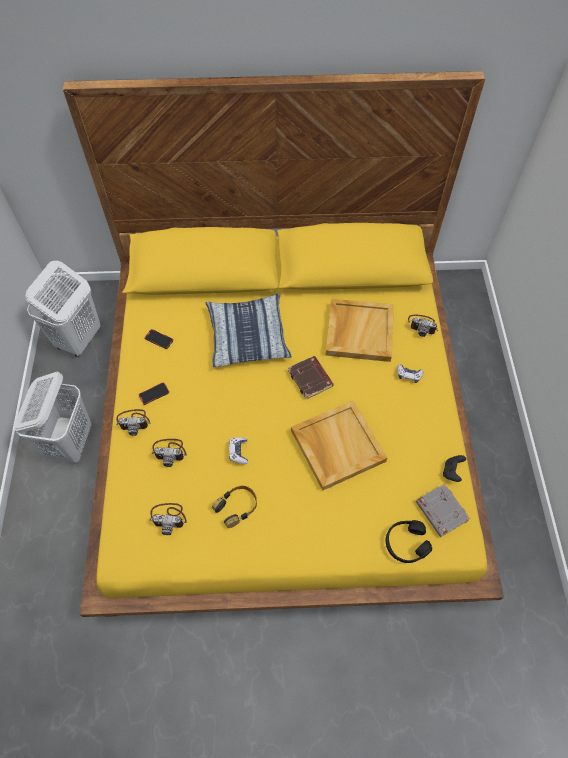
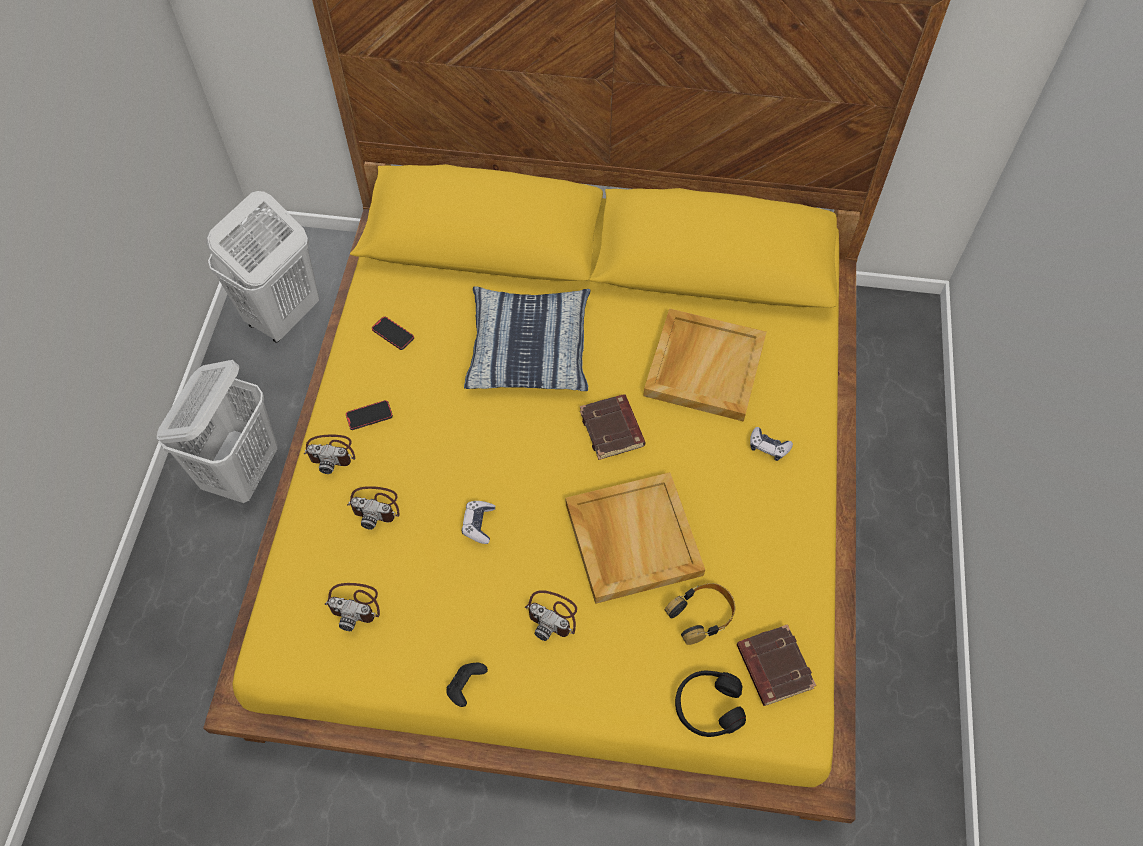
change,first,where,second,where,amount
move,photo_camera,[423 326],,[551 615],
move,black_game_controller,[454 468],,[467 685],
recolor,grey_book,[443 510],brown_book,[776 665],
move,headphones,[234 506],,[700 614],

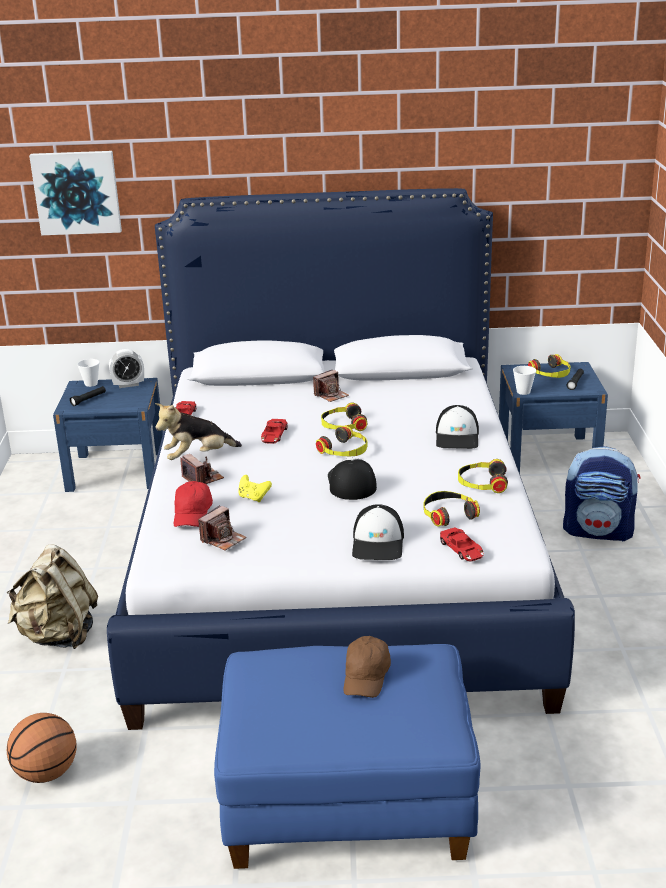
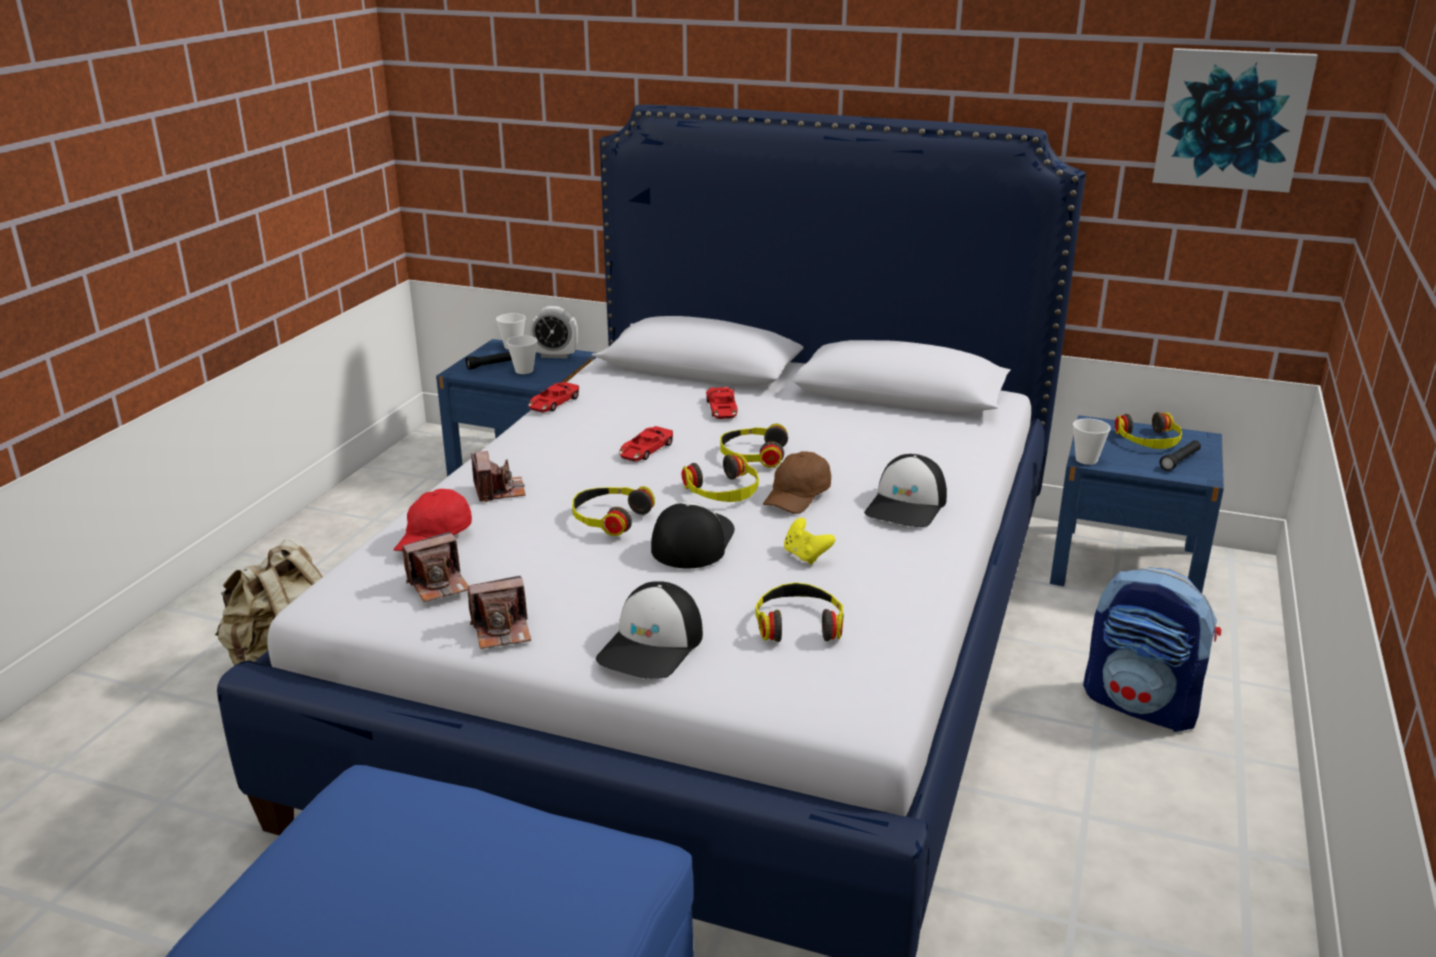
change,first,where,second,where,amount
move,picture,[75 193],,[1235 120],
move,photo_camera,[331 386],,[499 612],
delete,plush_toy,[198 431],,,
move,headphones,[483 476],,[613 511],
move,yellow_game_controller,[255 488],,[809 541],
move,red_toy_car,[462 544],,[722 403],
move,brown_cap,[367 667],,[797 482],
delete,basketball,[41 748],,,
insert,,,cup,[522 355],

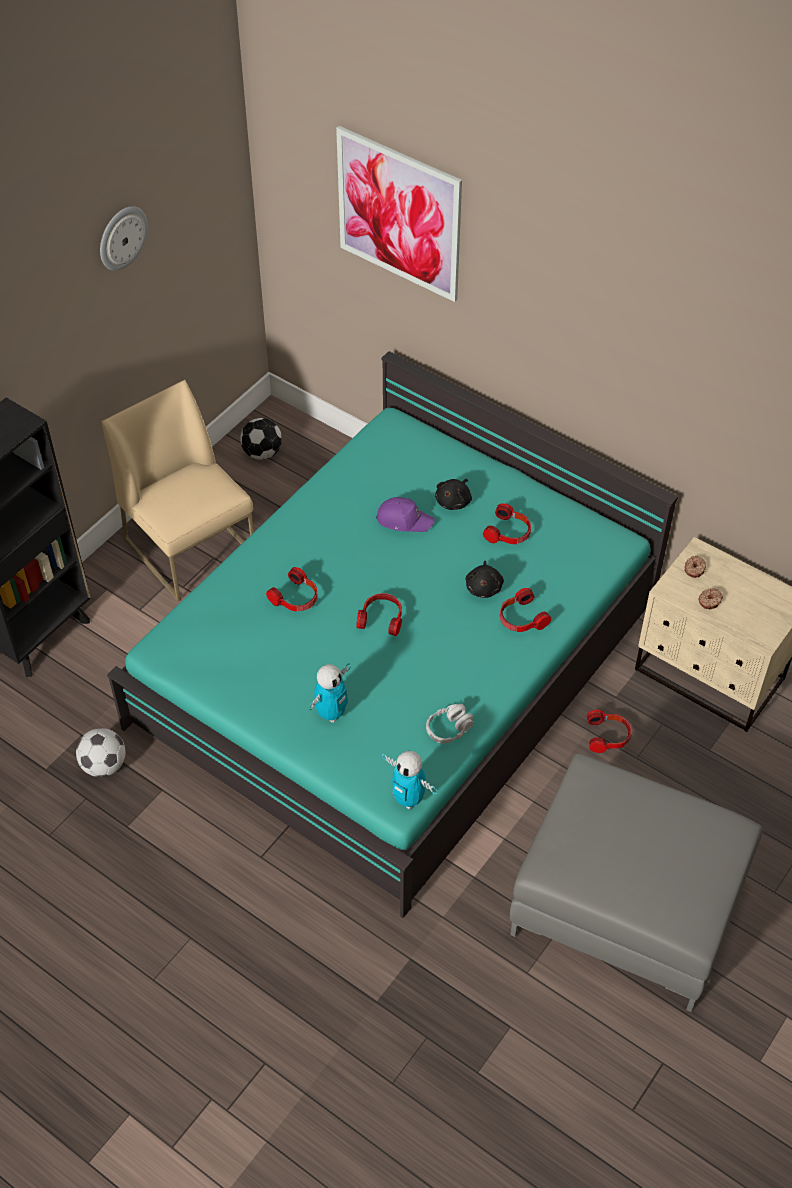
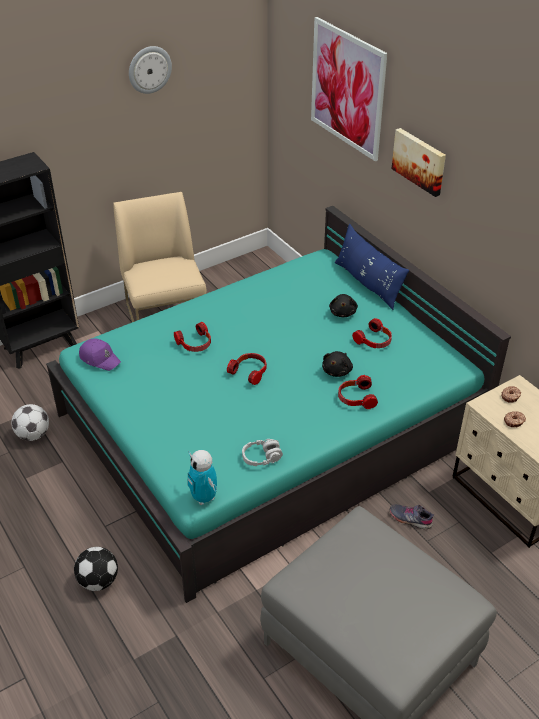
change,first,where,second,where,amount
move,football,[261 439],,[96 569],
rotate,black_plush_toy,[453 494],,[343 305],45 degrees counterclockwise
move,purple_cap,[405 514],,[100 354],
delete,toy_robot,[329 693],,,
replace,headphones,[609 731],grey_shoe,[412 516],
insert,,,picture,[419 162],
insert,,,blue_pillow,[372 267],

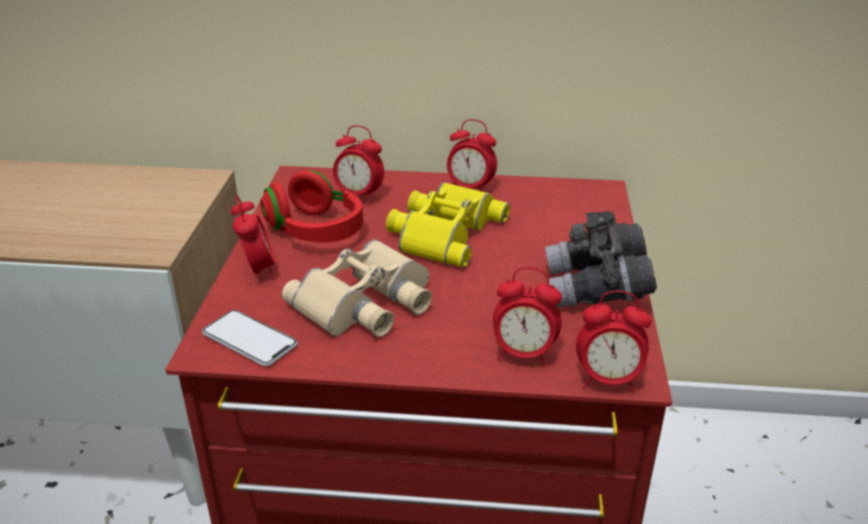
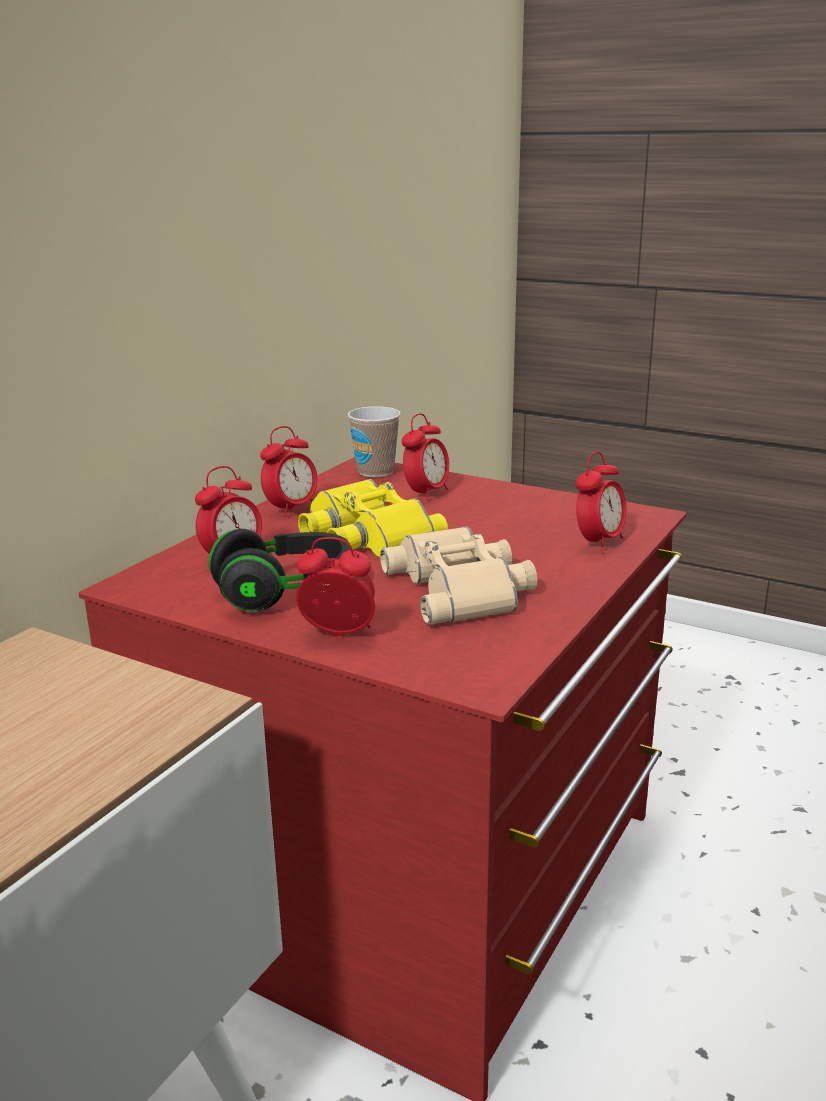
change,first,where,second,where,amount
recolor,red_headphones,[311 206],black_headphones,[279 570],
delete,grey_binoculars,[601 259],,,
move,alarm_clock,[614 341],,[425 457],
delete,phone,[250 338],,,
insert,,,cup,[374 441],

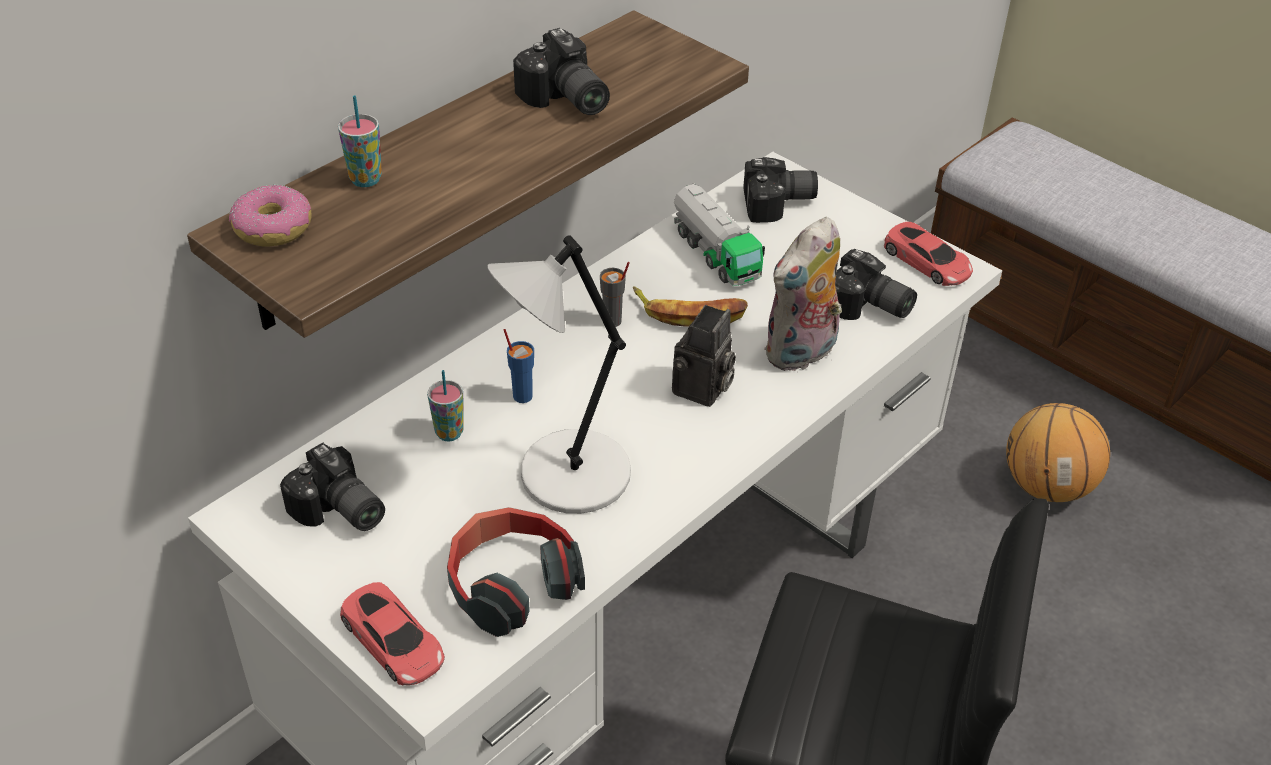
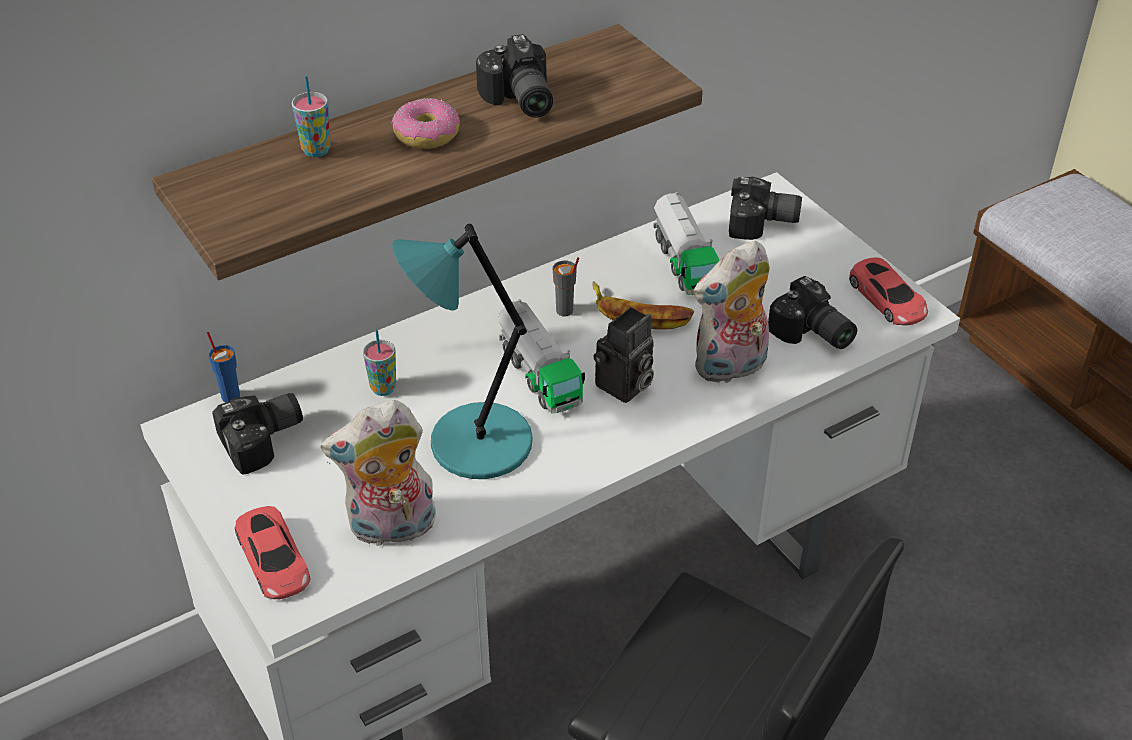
change,first,where,second,where,amount
move,donut,[270 216],,[426 123],
recolor,grey_table_lamp,[559 374],turquoise_table_lamp,[462 351],
move,blue_cup,[519 366],,[223 367],
delete,basketball,[1058 452],,,
rotate,photo_camera,[332 486],,[257 434],90 degrees counterclockwise
replace,headphones,[516 572],plush_toy,[378 473],
insert,,,toy_truck,[541 356],

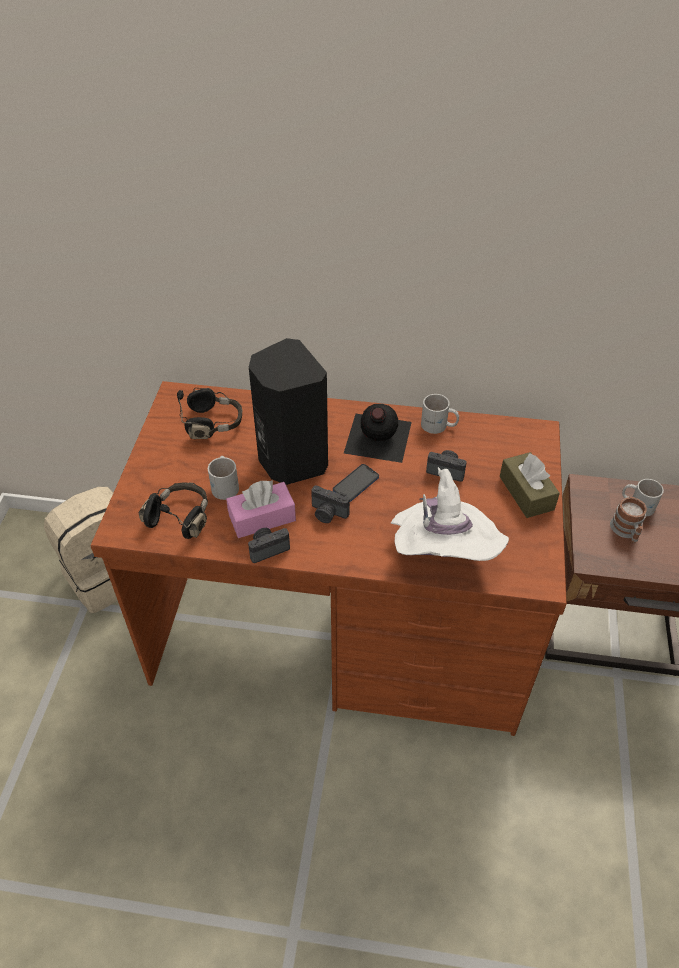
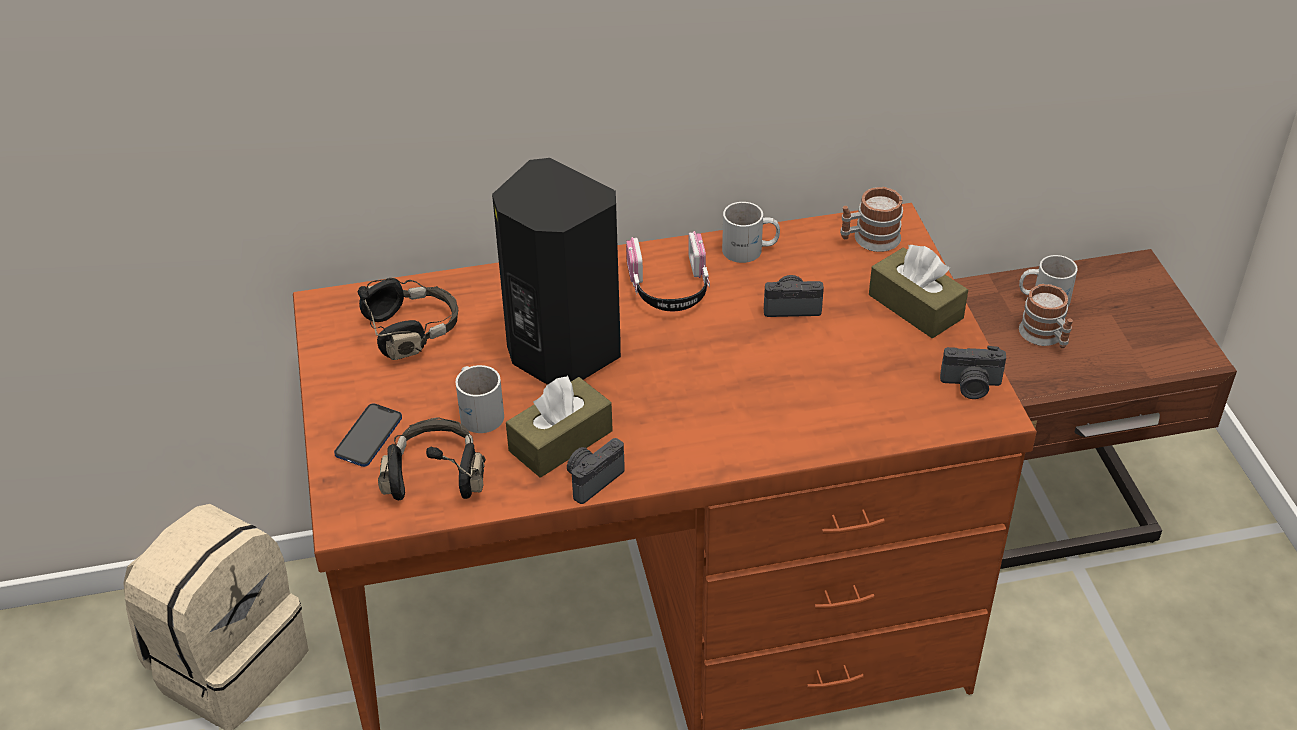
change,first,where,second,where,amount
replace,black_bottle,[378 433],headphones,[668 271],
move,phone,[356 483],,[368 435],
delete,white_hat,[450 514],,,
recolor,pink_tissue_box,[261 509],brown_tissue_box,[559 427],
move,photo_camera,[330 504],,[973 372],
insert,,,mug,[871 219],

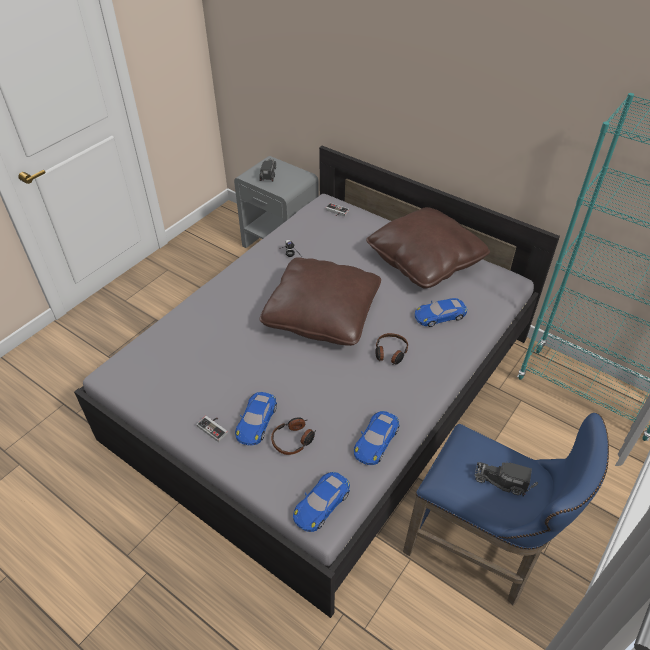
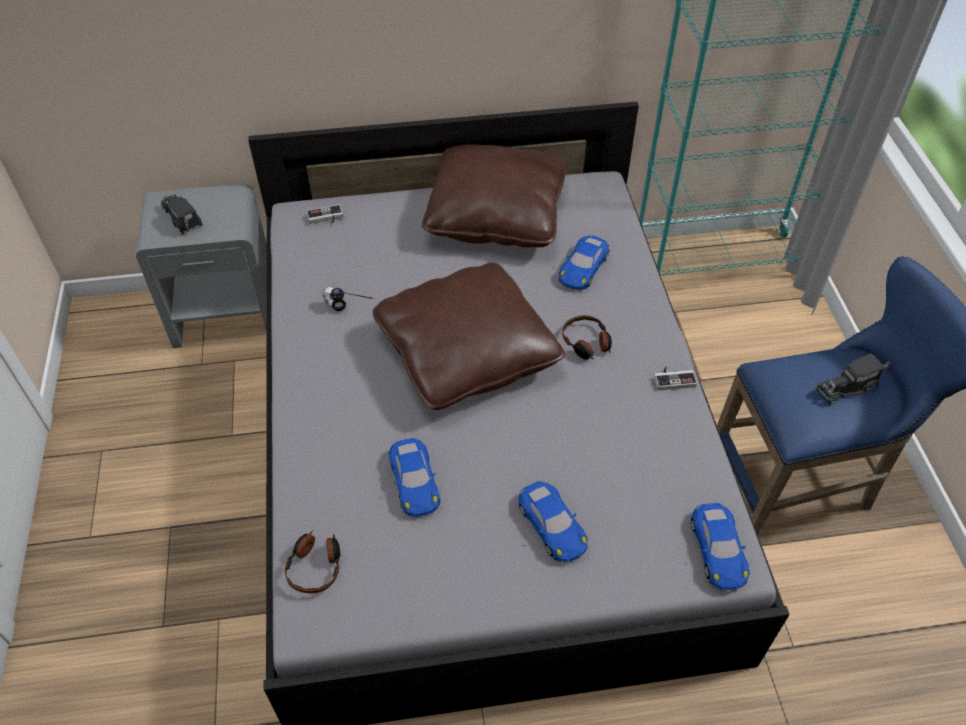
change,first,where,second,where,amount
move,blue_toy_car,[377 438],,[414 477],
move,game_controller,[212 429],,[675 378],
move,headphones,[293 436],,[312 561],

